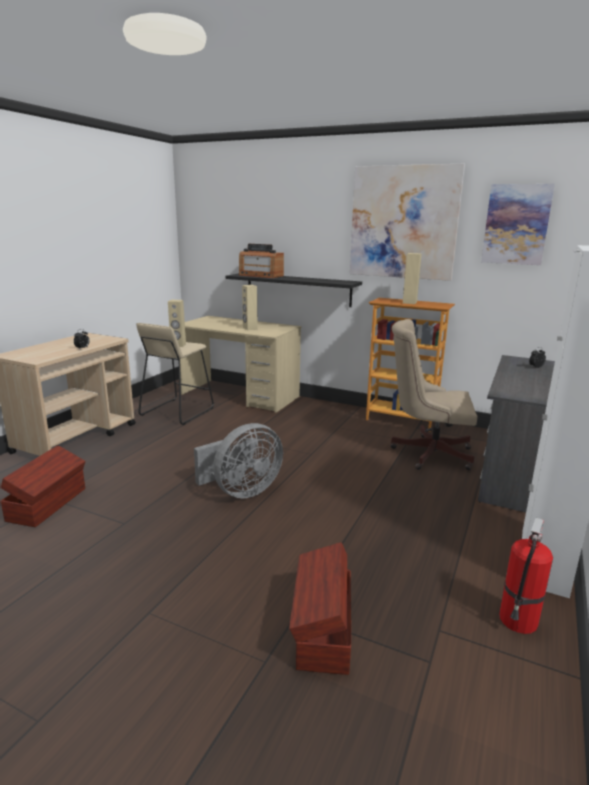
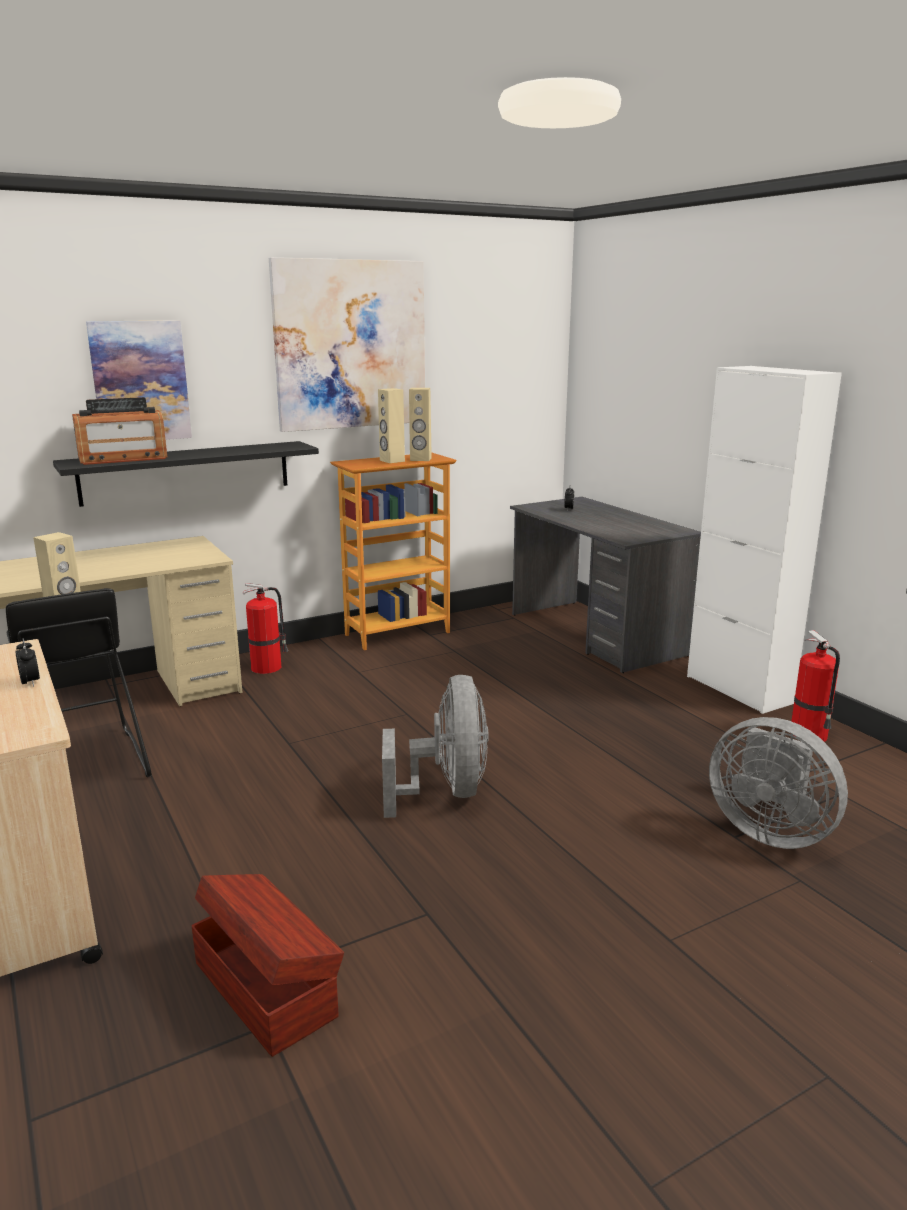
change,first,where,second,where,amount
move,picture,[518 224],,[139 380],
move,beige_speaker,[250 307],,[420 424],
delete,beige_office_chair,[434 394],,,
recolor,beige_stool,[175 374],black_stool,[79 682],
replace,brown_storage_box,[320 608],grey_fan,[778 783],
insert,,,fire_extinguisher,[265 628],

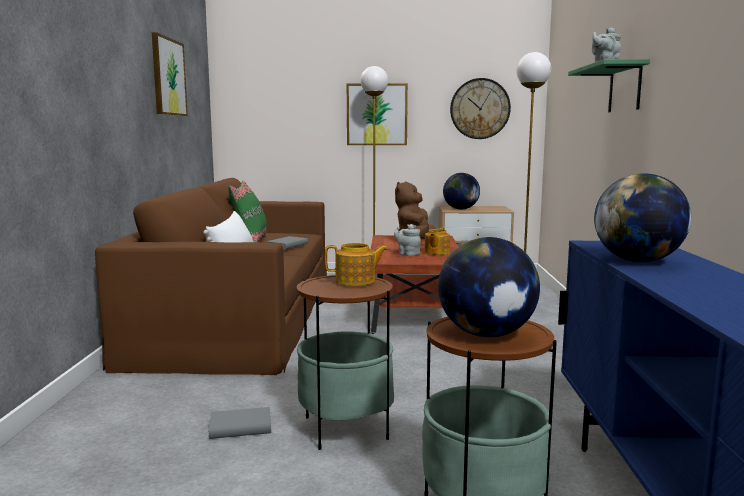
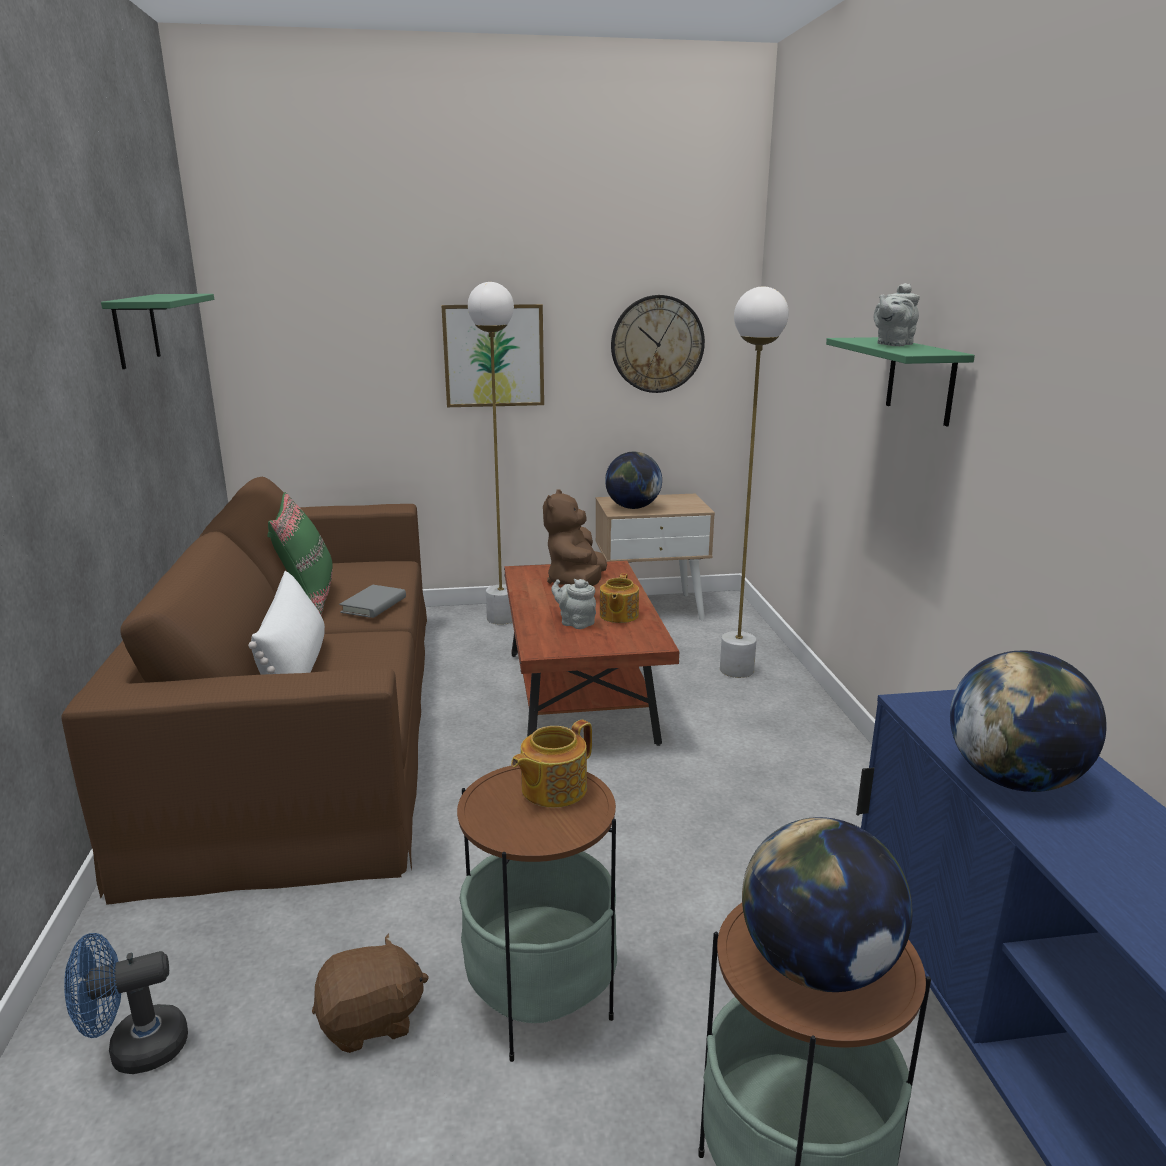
change,first,where,second,where,amount
replace,picture,[170 74],green_shelf,[157 331],
rotate,teapot,[356 264],,[551 764],150 degrees clockwise
replace,grey_book,[240 423],brown_plush_toy,[370 993],
insert,,,blue_fan,[126 1003],

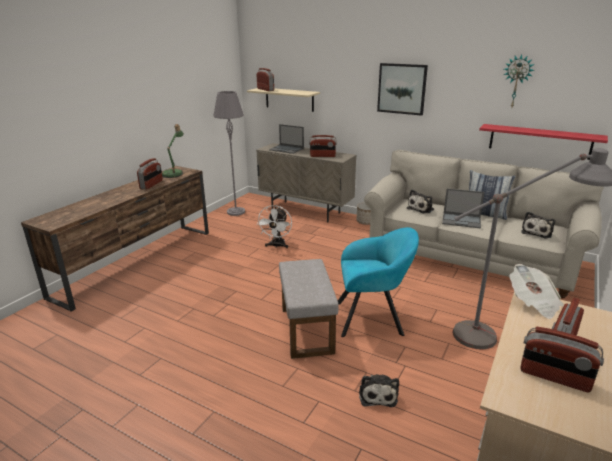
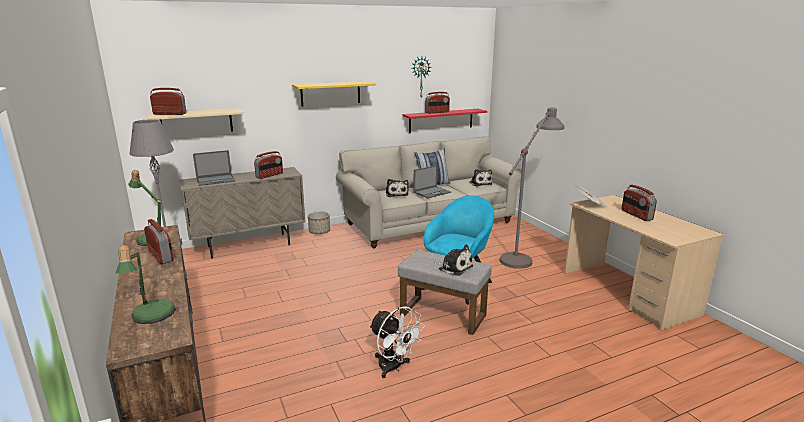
change,first,where,second,where,amount
replace,picture,[402 89],yellow_shelf,[334 93],
move,white_fan,[274 226],,[397 342],
move,radio,[562 360],,[437 103],
move,plush_toy,[379 390],,[453 260],
insert,,,table_lamp,[145 284],

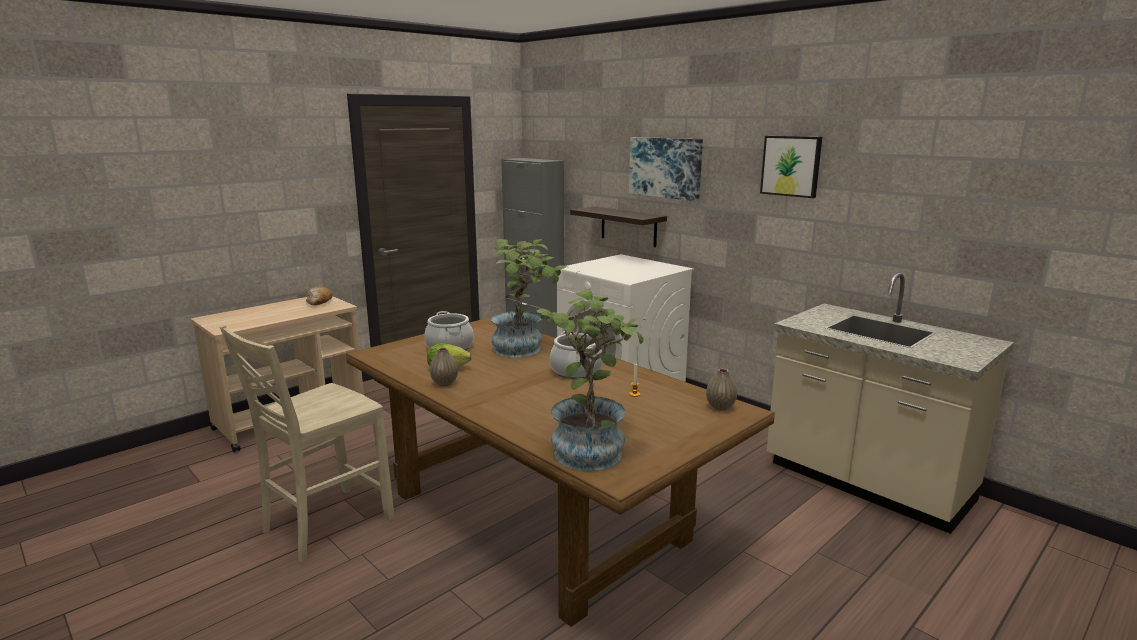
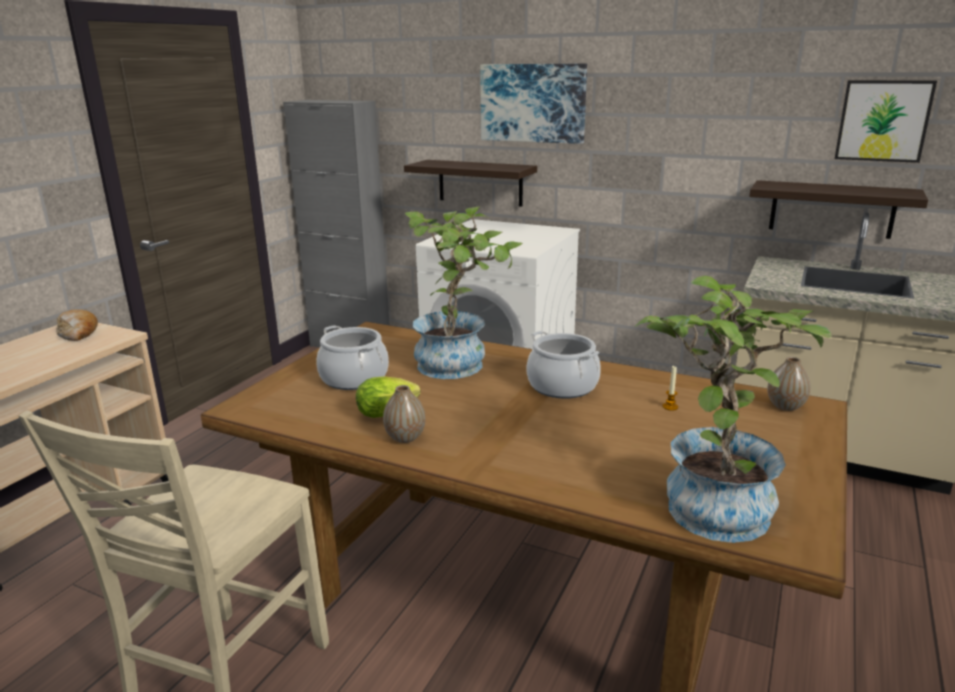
change,first,where,second,where,amount
move,picture,[791 167],,[886 121],
insert,,,shelf,[838 209],

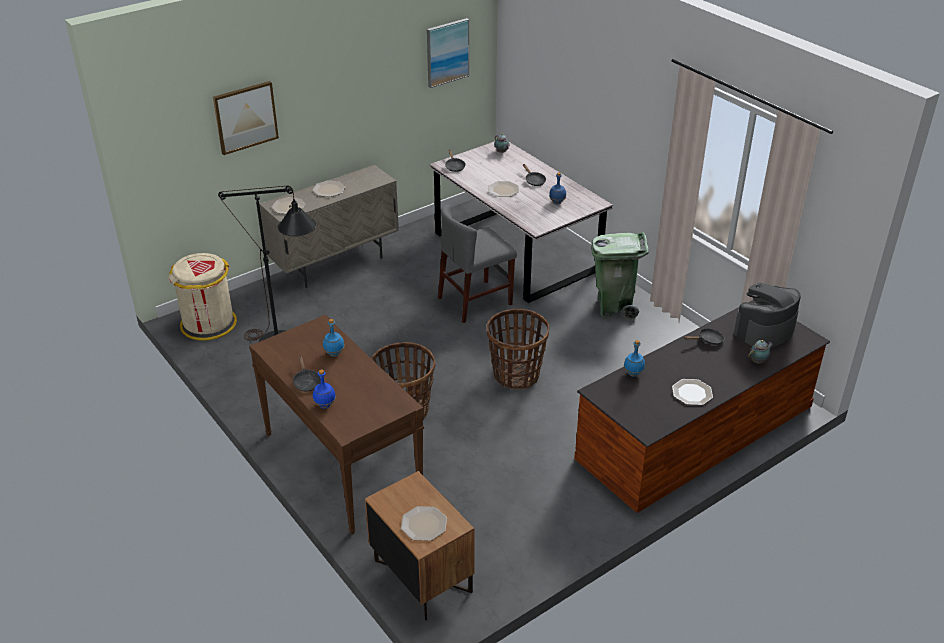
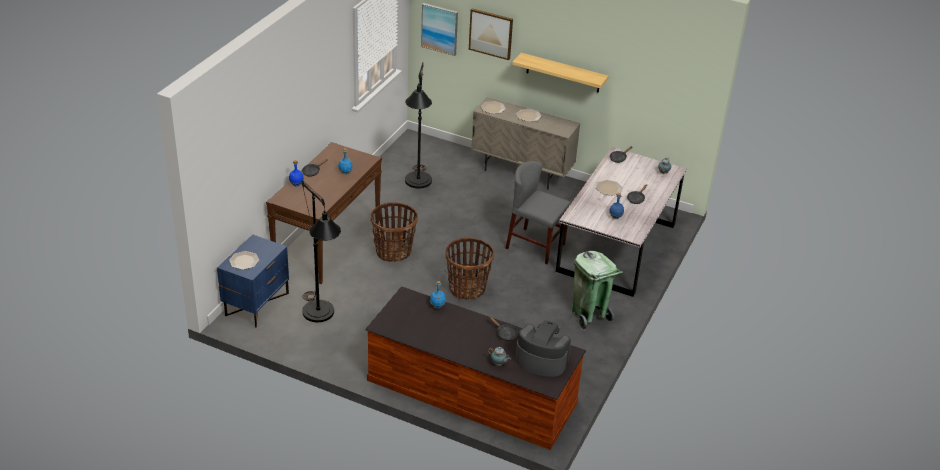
change,first,where,second,where,amount
move,picture,[448 53],,[439 29],
delete,beige_trash_can,[202 296],,,
delete,plate,[692 392],,,
recolor,brown_nightstand,[420 545],blue_nightstand,[253 281],
insert,,,shelf,[560 73],
insert,,,black_floor_lamp,[321 251],

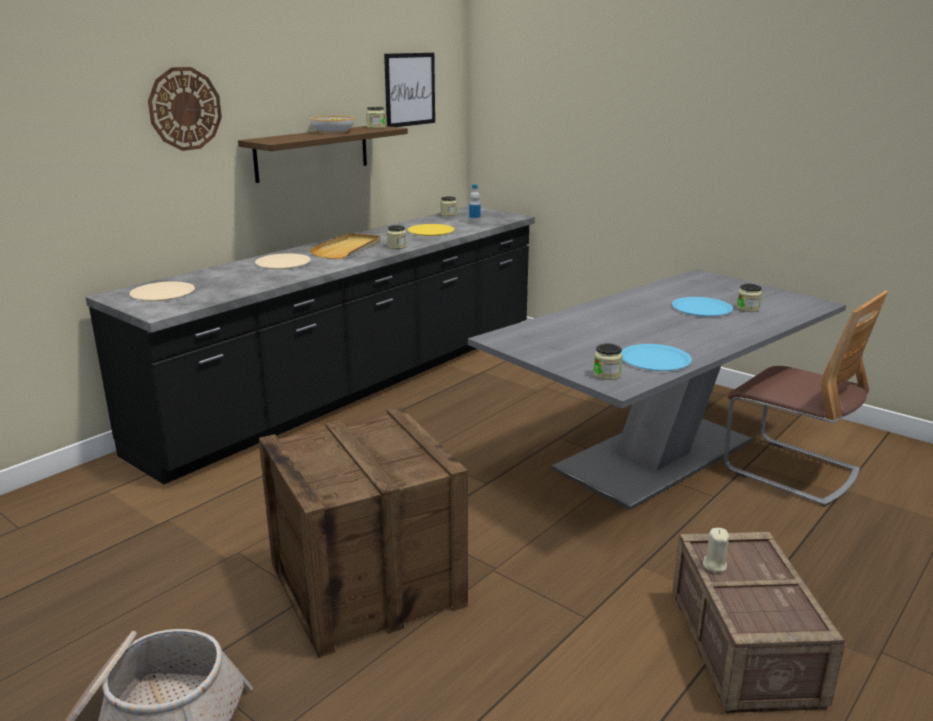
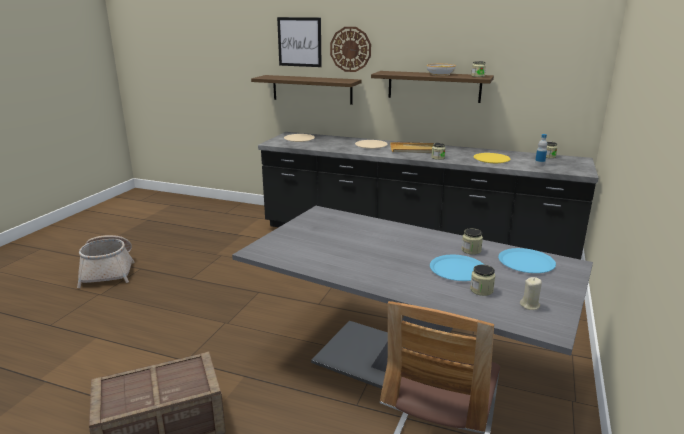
change,first,where,second,where,amount
move,picture,[409 90],,[299 42],
move,jar,[608 361],,[472 241],
move,blue_plate,[656 357],,[527 260],
delete,crate,[363 532],,,
move,beige_candle,[715 550],,[531 293],
insert,,,shelf,[306 90],

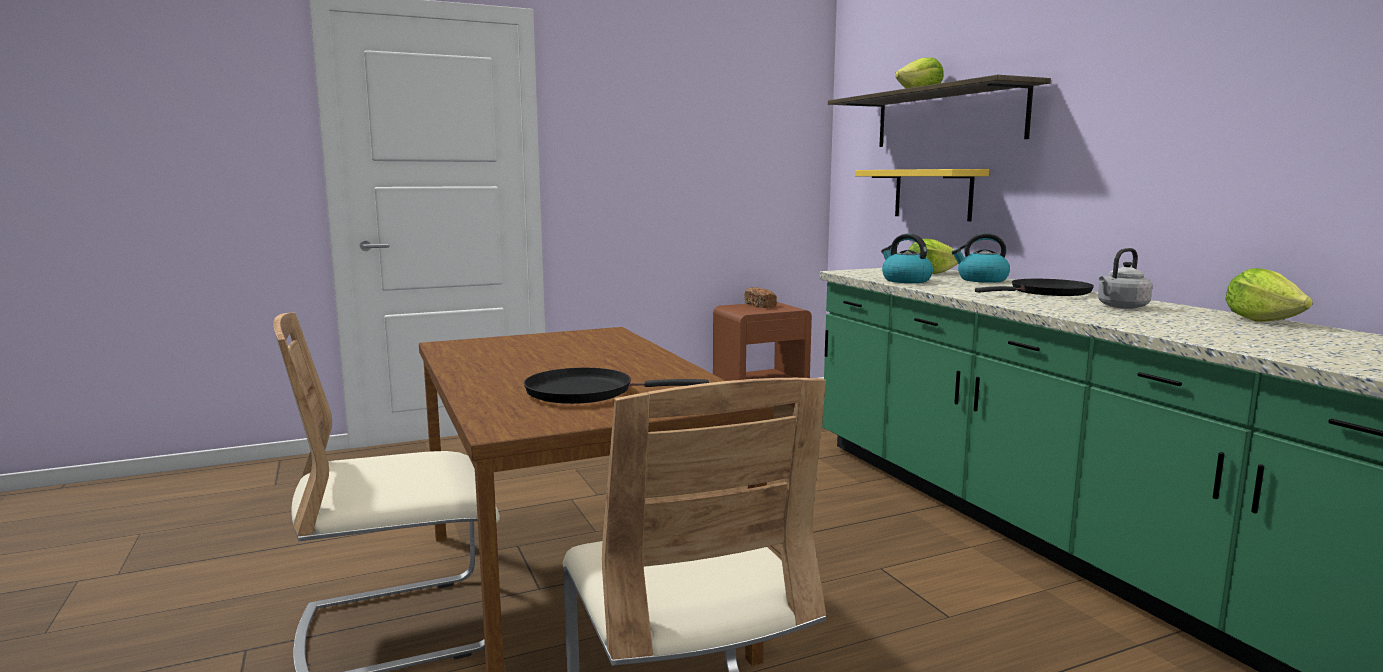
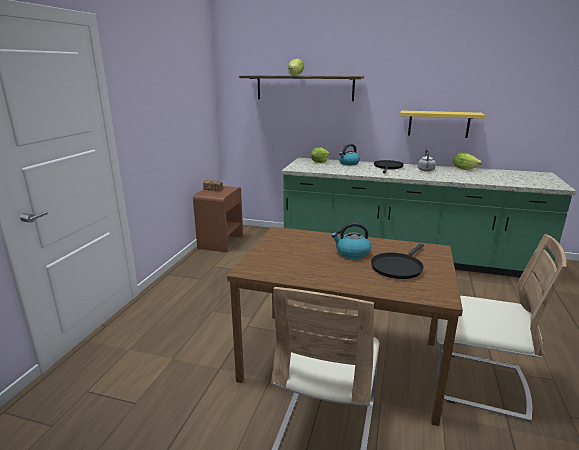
change,first,where,second,where,amount
move,yellow_shelf,[922 195],,[442 124],
move,kettle,[907 258],,[351 240],

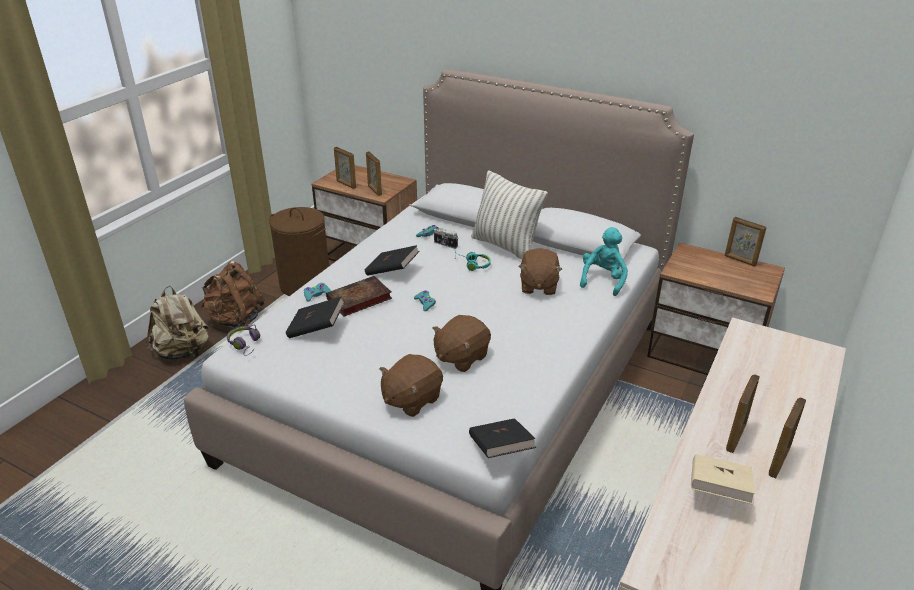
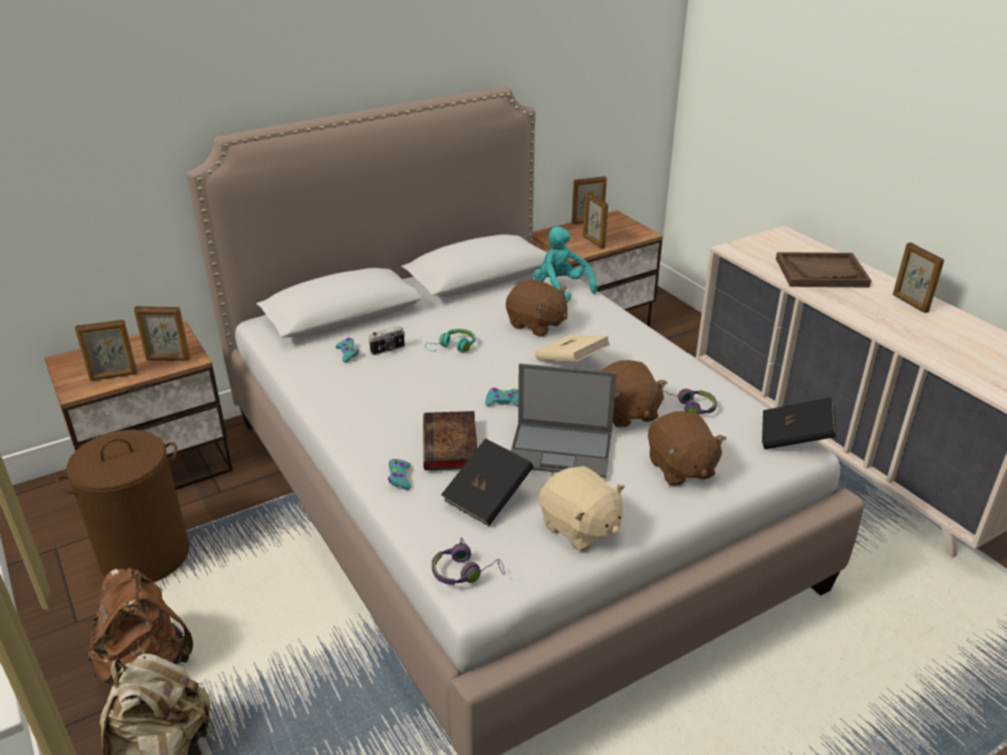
change,first,where,second,where,amount
delete,pillow,[509 215],,,
delete,black_book,[392 260],,,
move,picture_frame,[743 413],,[595 220],
move,beige_book,[723 479],,[573 348],
insert,,,brown_tray,[823 270],
insert,,,laptop,[564 420],
insert,,,purple_headphones,[690 402],
insert,,,beige_plush_toy,[582 508],

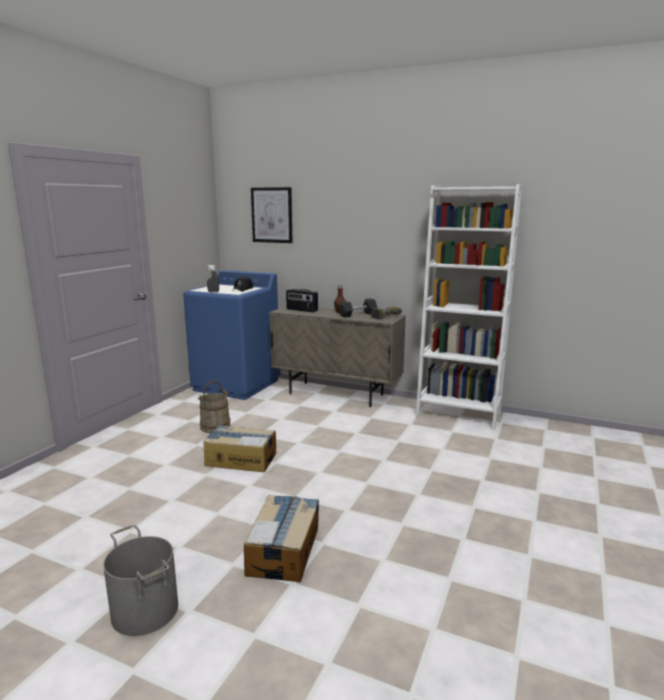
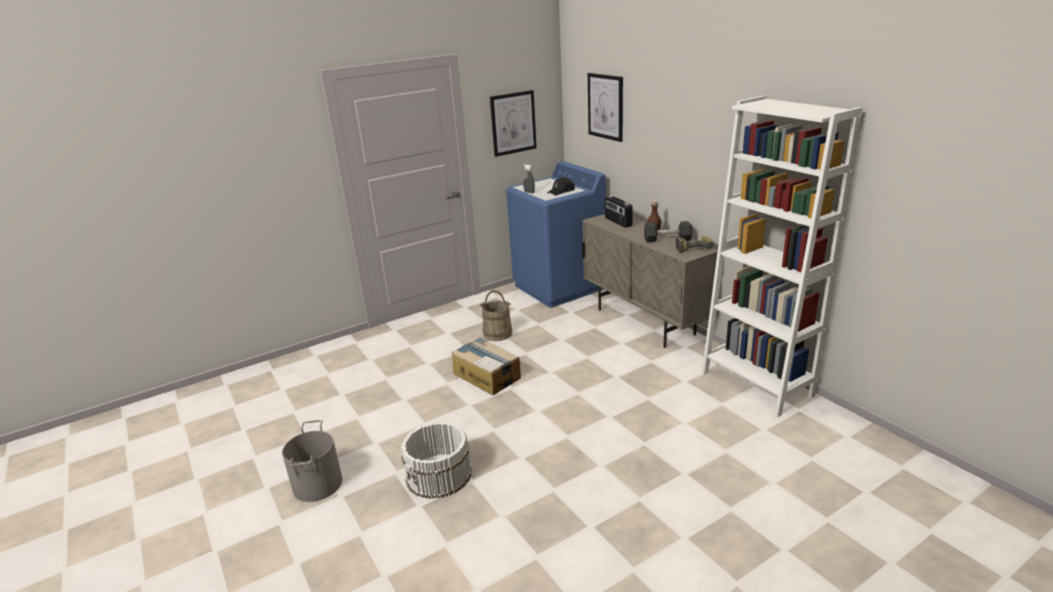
change,first,where,second,where,amount
replace,cardboard_box,[281 538],white_bucket,[436 460],
insert,,,picture,[513 123],

